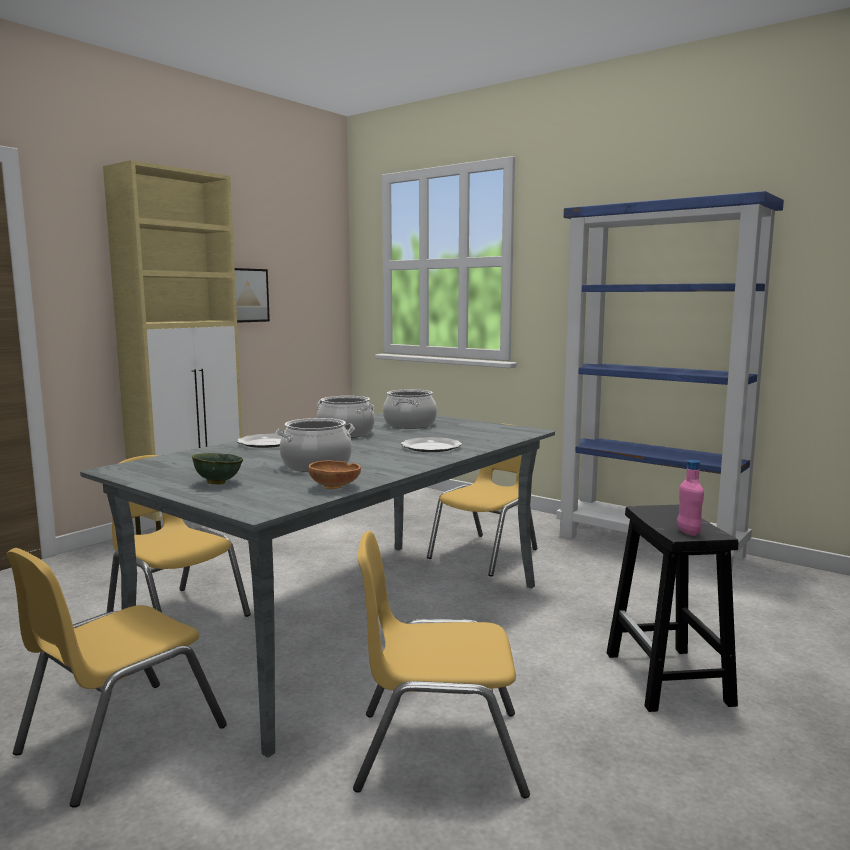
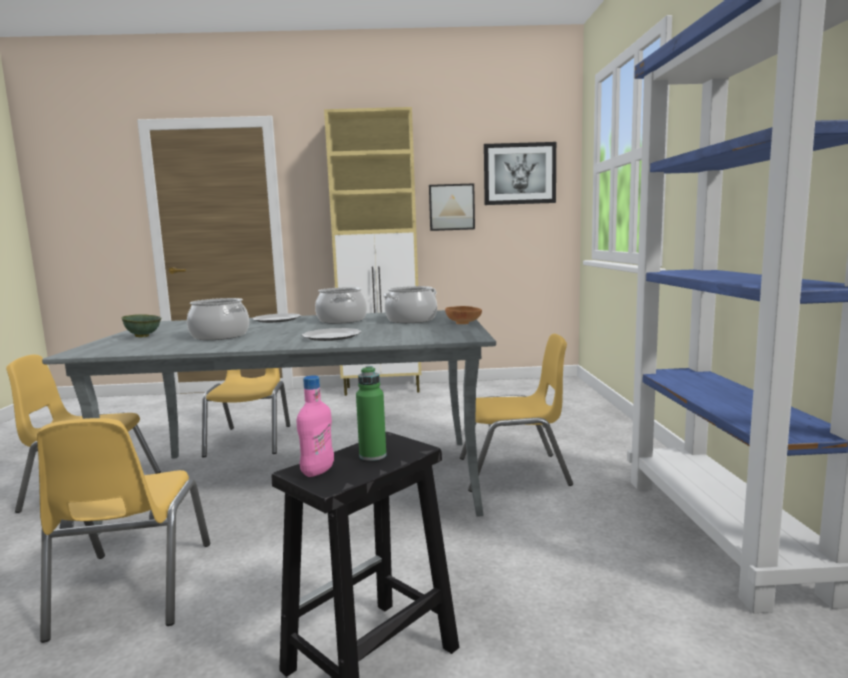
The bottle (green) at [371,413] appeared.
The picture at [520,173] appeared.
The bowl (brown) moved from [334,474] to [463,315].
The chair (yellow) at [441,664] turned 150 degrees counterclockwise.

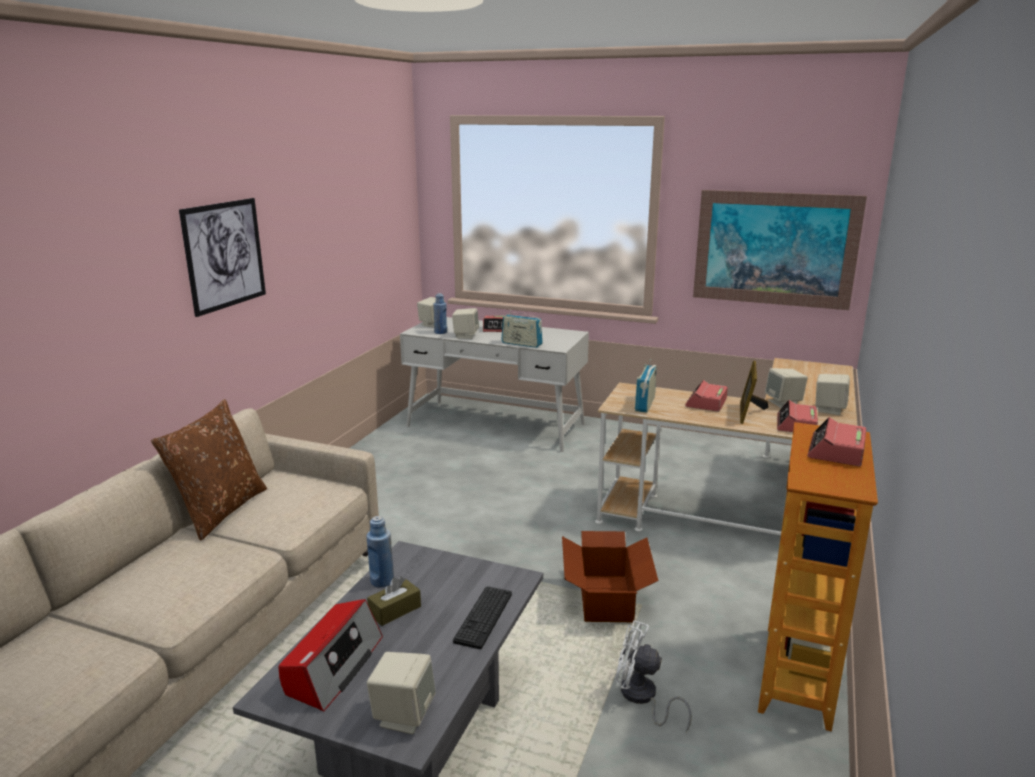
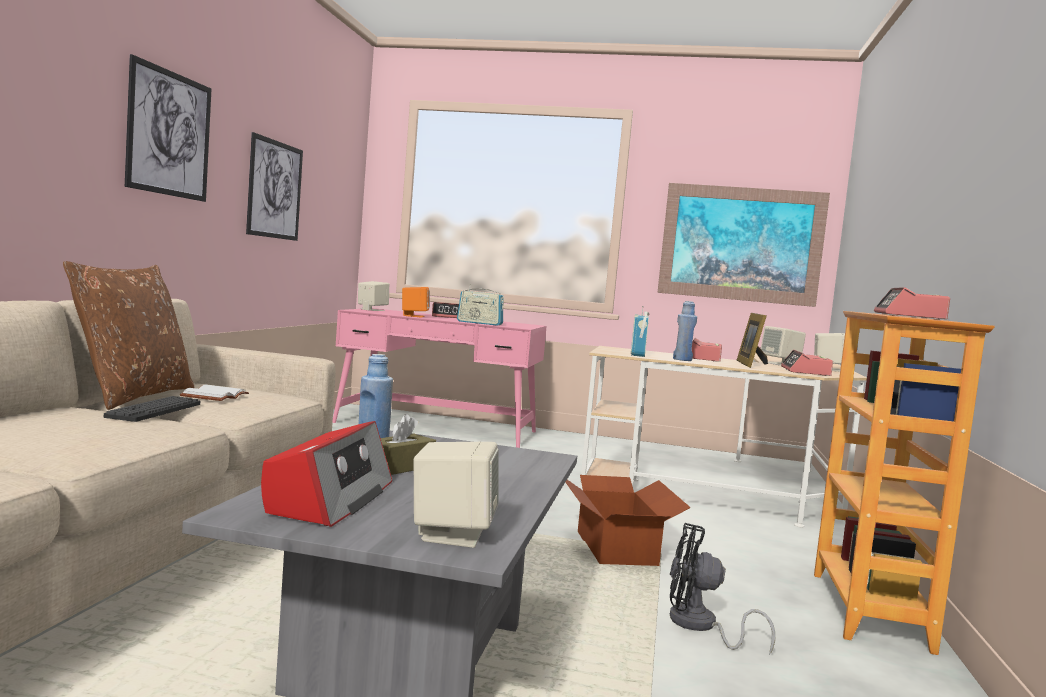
The book (white) at [214,393] appeared.
The picture at [274,186] appeared.
The bottle (blue) moved from [440,313] to [685,331].
The keyboard moved from [482,617] to [152,409].
The desk (white) at [494,384] became the desk (pink) at [439,378].
The speaker (beige) at [465,323] became the speaker (orange) at [415,302].
The fan (white) at [653,676] became the fan (black) at [722,589].

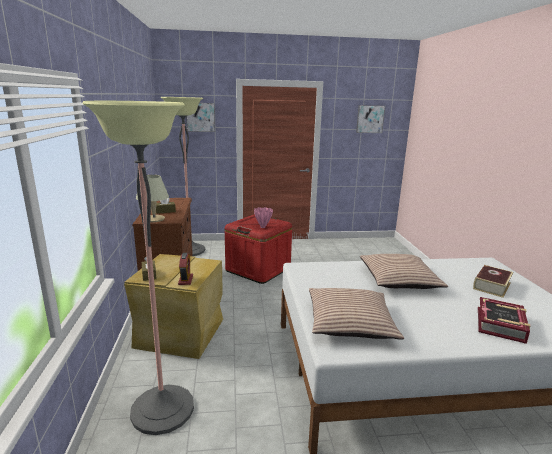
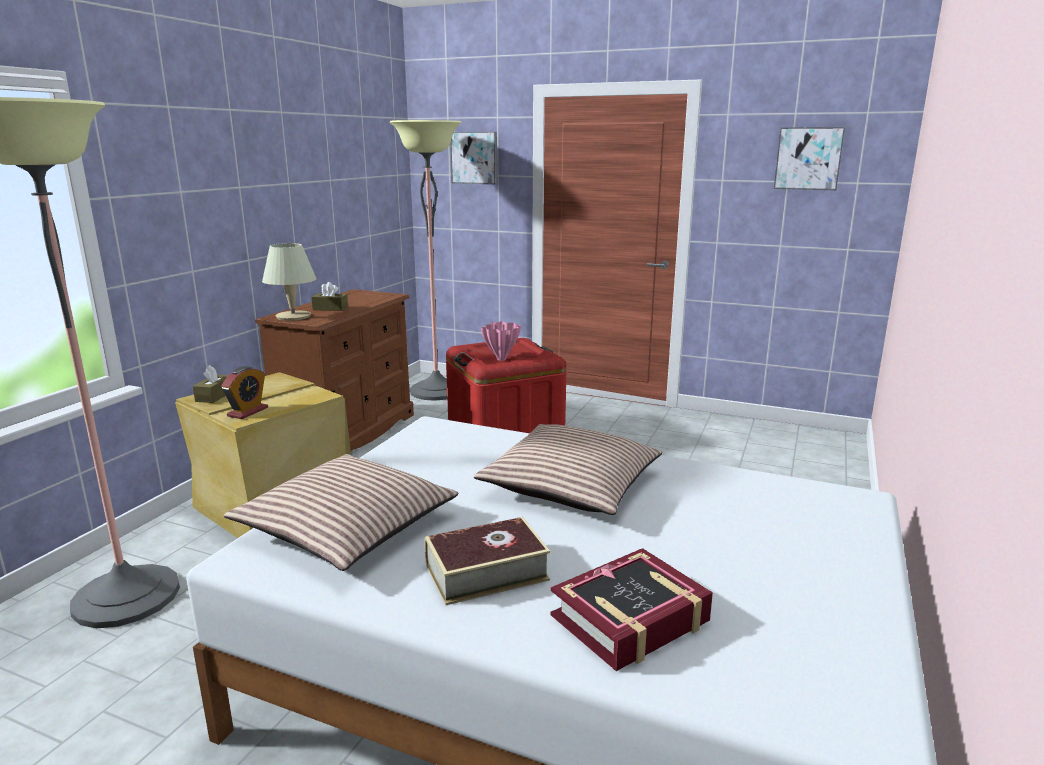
The book moved from [493,281] to [487,561].

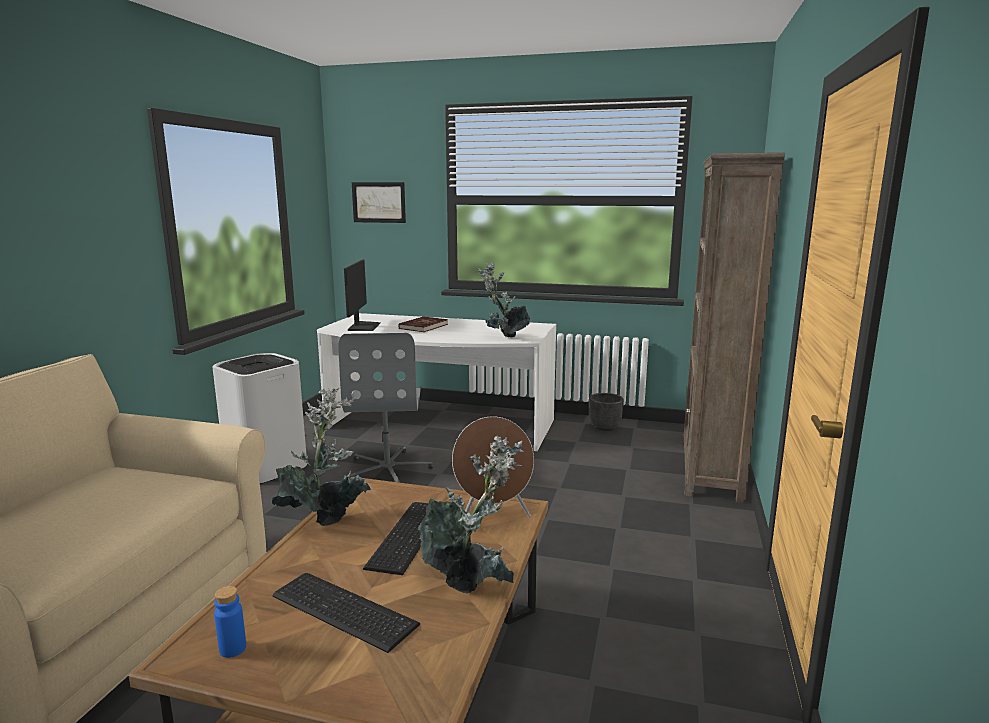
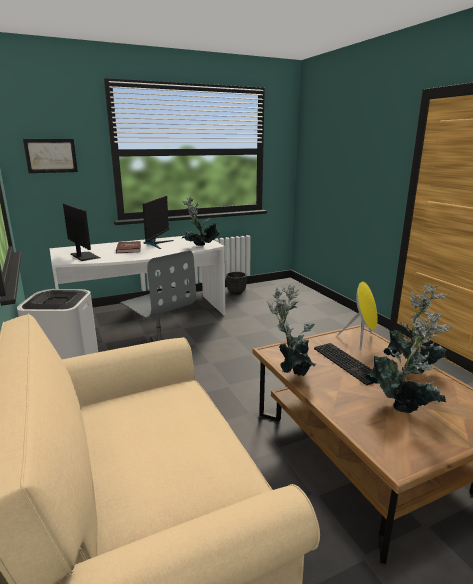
The bottle (blue) at [230,622] disappeared.
The bookcase (brown) at [734,327] disappeared.
The monitor at [158,222] appeared.
The keyboard at [346,613] was replaced by the potted plant at [409,362].
The speaker (brown) at [493,467] became the speaker (yellow) at [357,316].

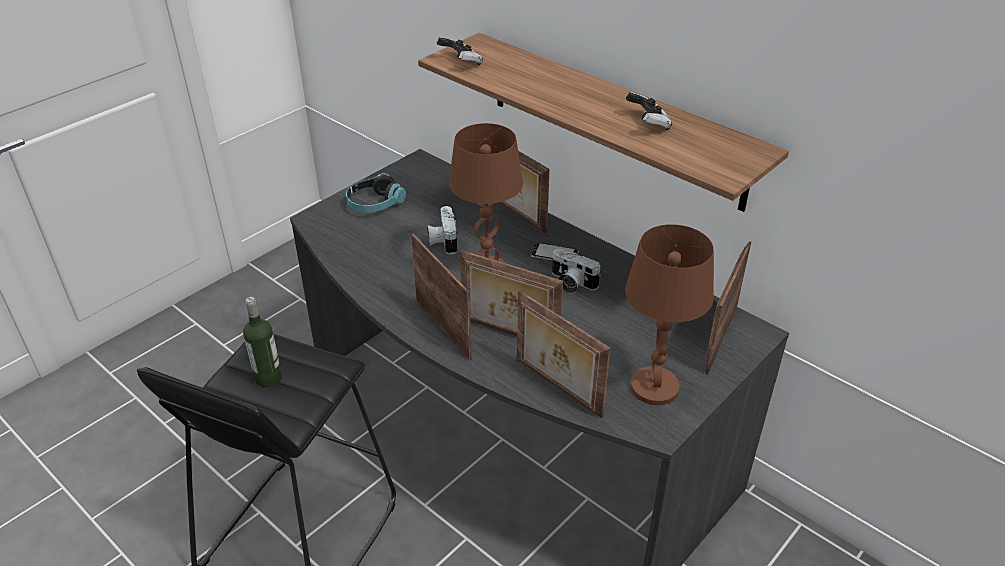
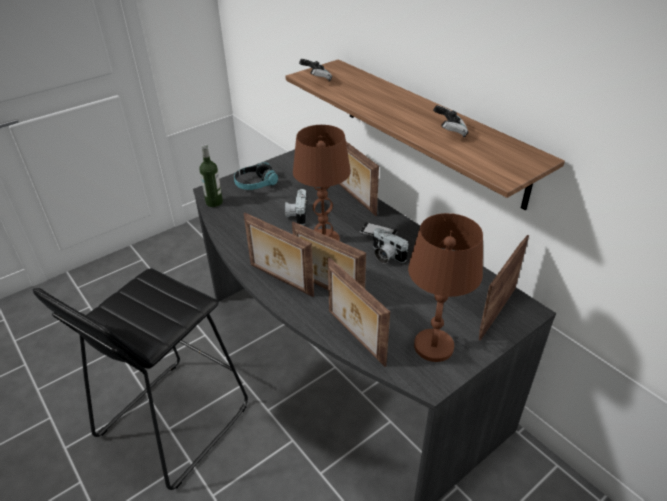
The bottle moved from [262,342] to [211,175].
The picture frame at [441,297] turned 150 degrees clockwise.

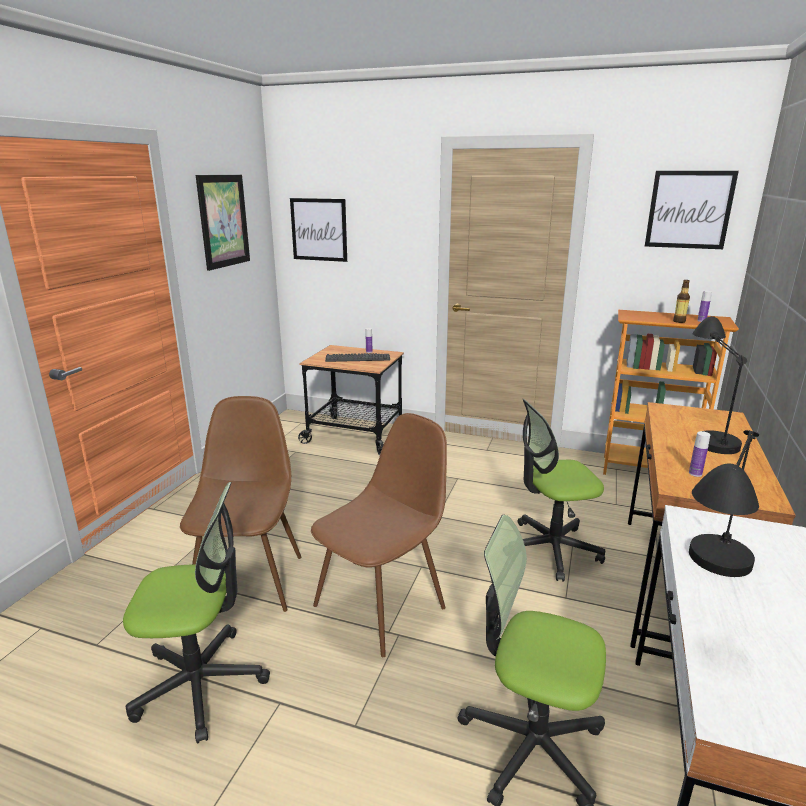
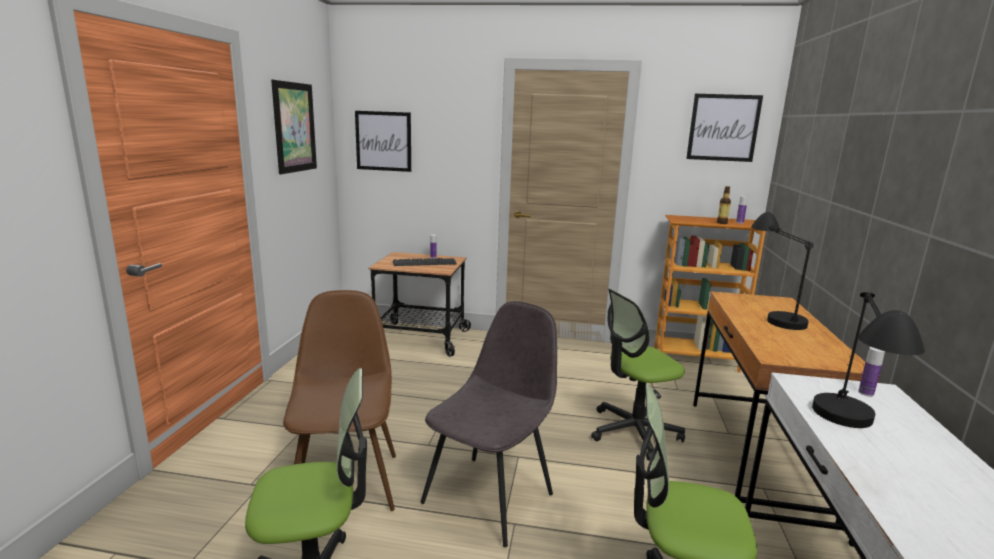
The bottle moved from [699,454] to [871,372].
The chair (brown) at [379,535] became the chair (grey) at [489,424].

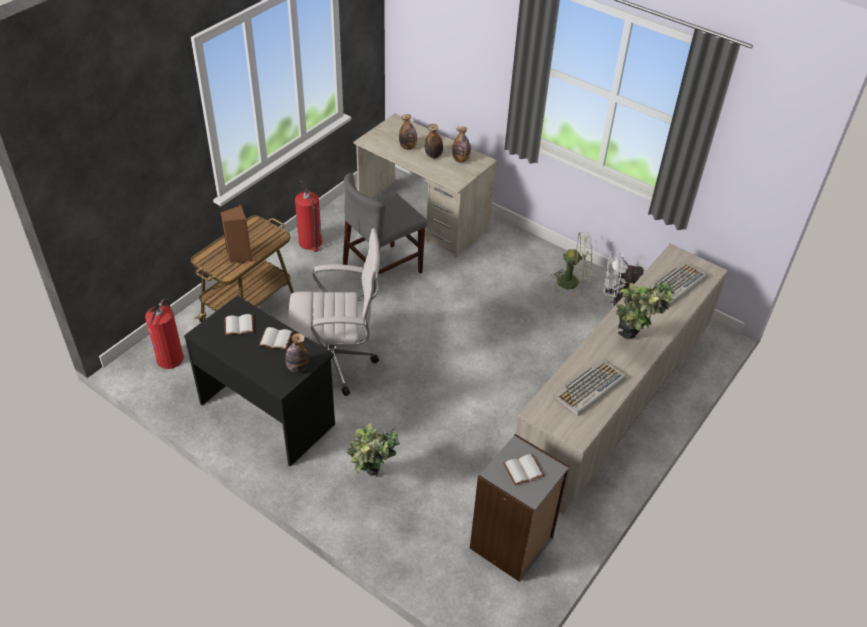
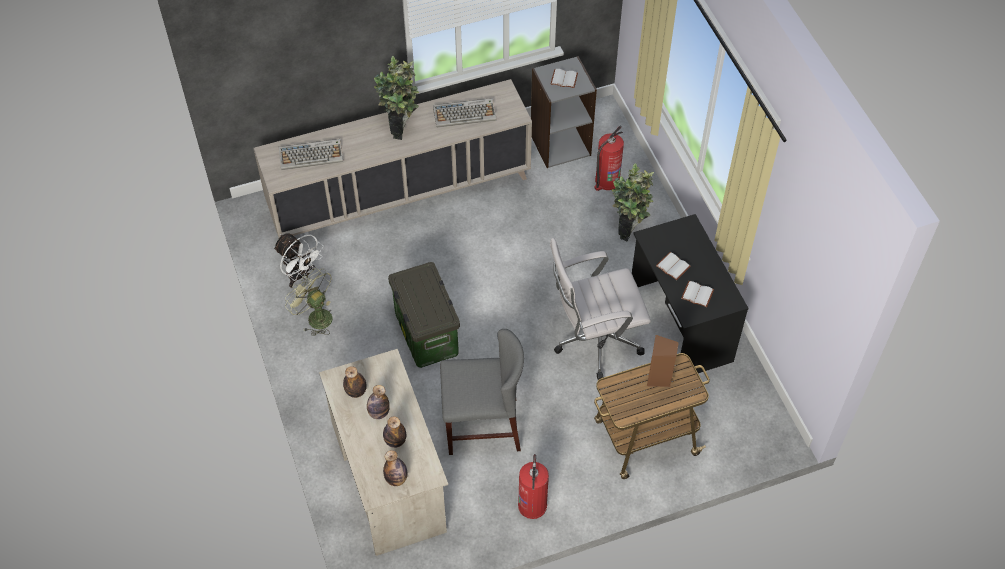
The storage box at [424,315] appeared.
The fire extinguisher moved from [164,334] to [609,158].
The bottle moved from [297,353] to [395,468].
The office chair (white) at [334,312] turned 45 degrees counterclockwise.

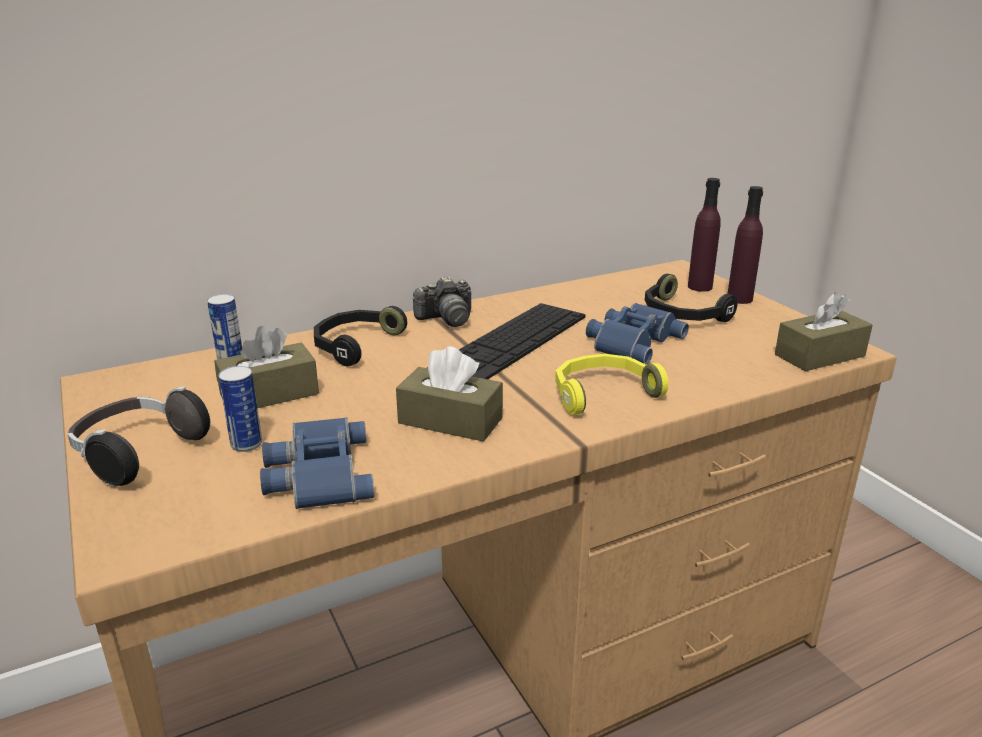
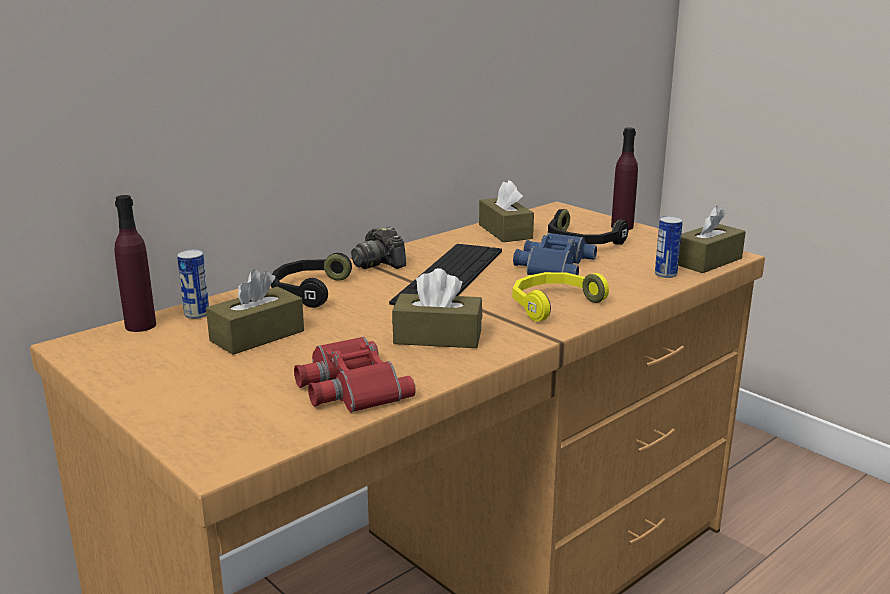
The headphones at [138,436] disappeared.
The tissue box (brown) at [506,211] appeared.
The can moved from [240,409] to [669,247].
The bottle (purple) moved from [704,235] to [135,263].
The binoculars (blue) at [317,463] became the binoculars (red) at [355,375].
The photo camera at [441,301] turned 90 degrees clockwise.

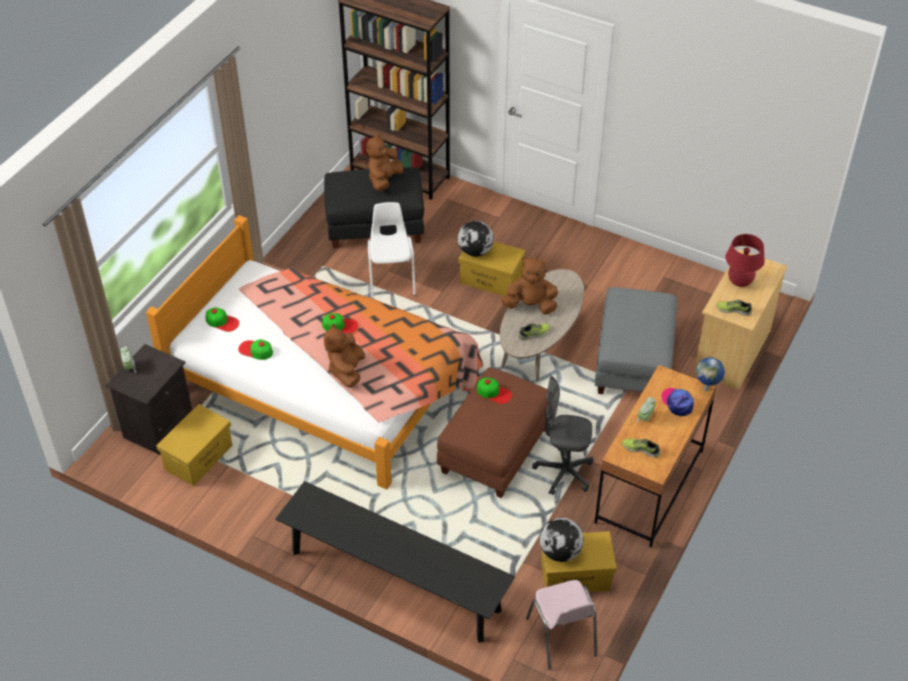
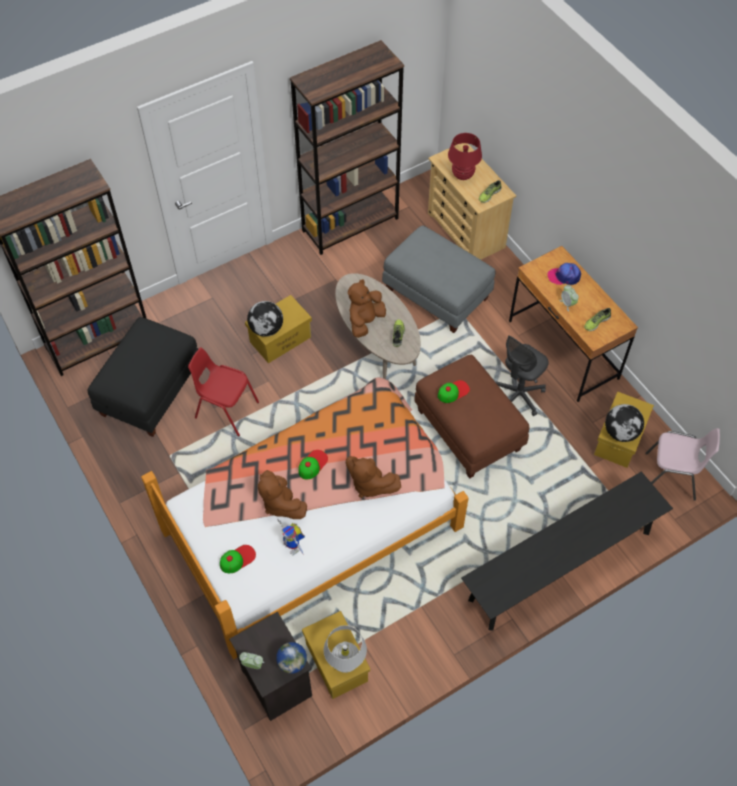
The bookcase (brown) at [347,147] appeared.
The table lamp (white) at [345,649] appeared.
The plush toy (brown) moved from [384,162] to [282,494].
The globe moved from [710,374] to [291,658].
The cap at [255,349] was replaced by the toy robot at [291,536].
The chair (white) at [392,250] became the chair (red) at [223,392].

